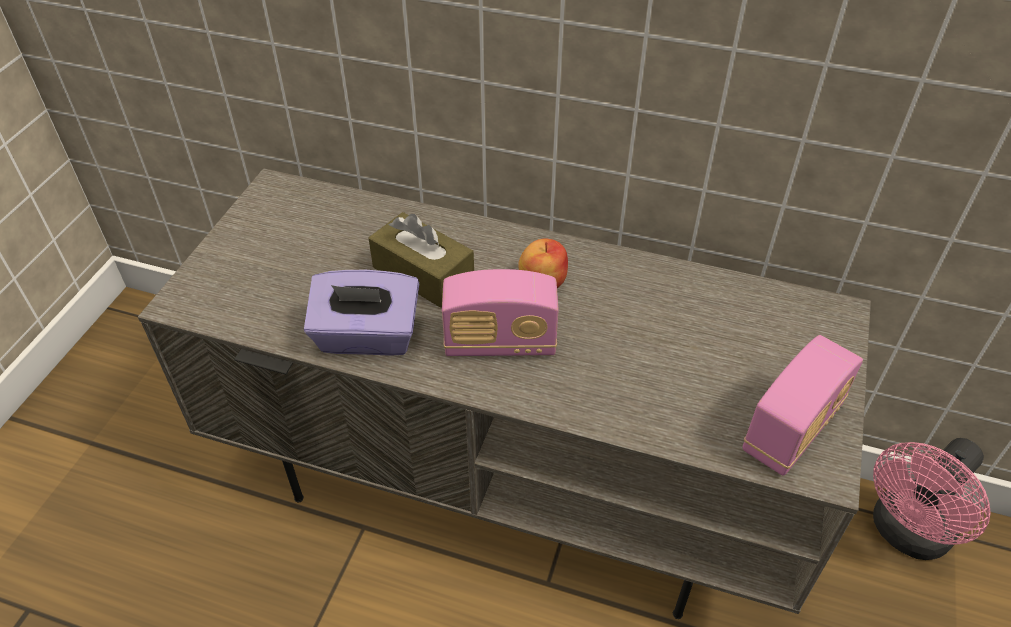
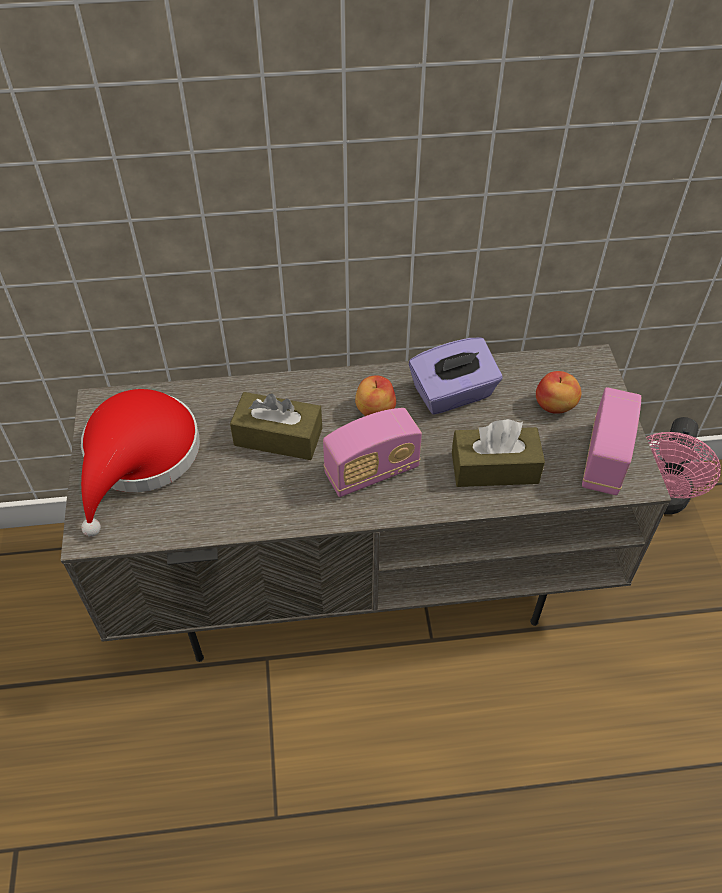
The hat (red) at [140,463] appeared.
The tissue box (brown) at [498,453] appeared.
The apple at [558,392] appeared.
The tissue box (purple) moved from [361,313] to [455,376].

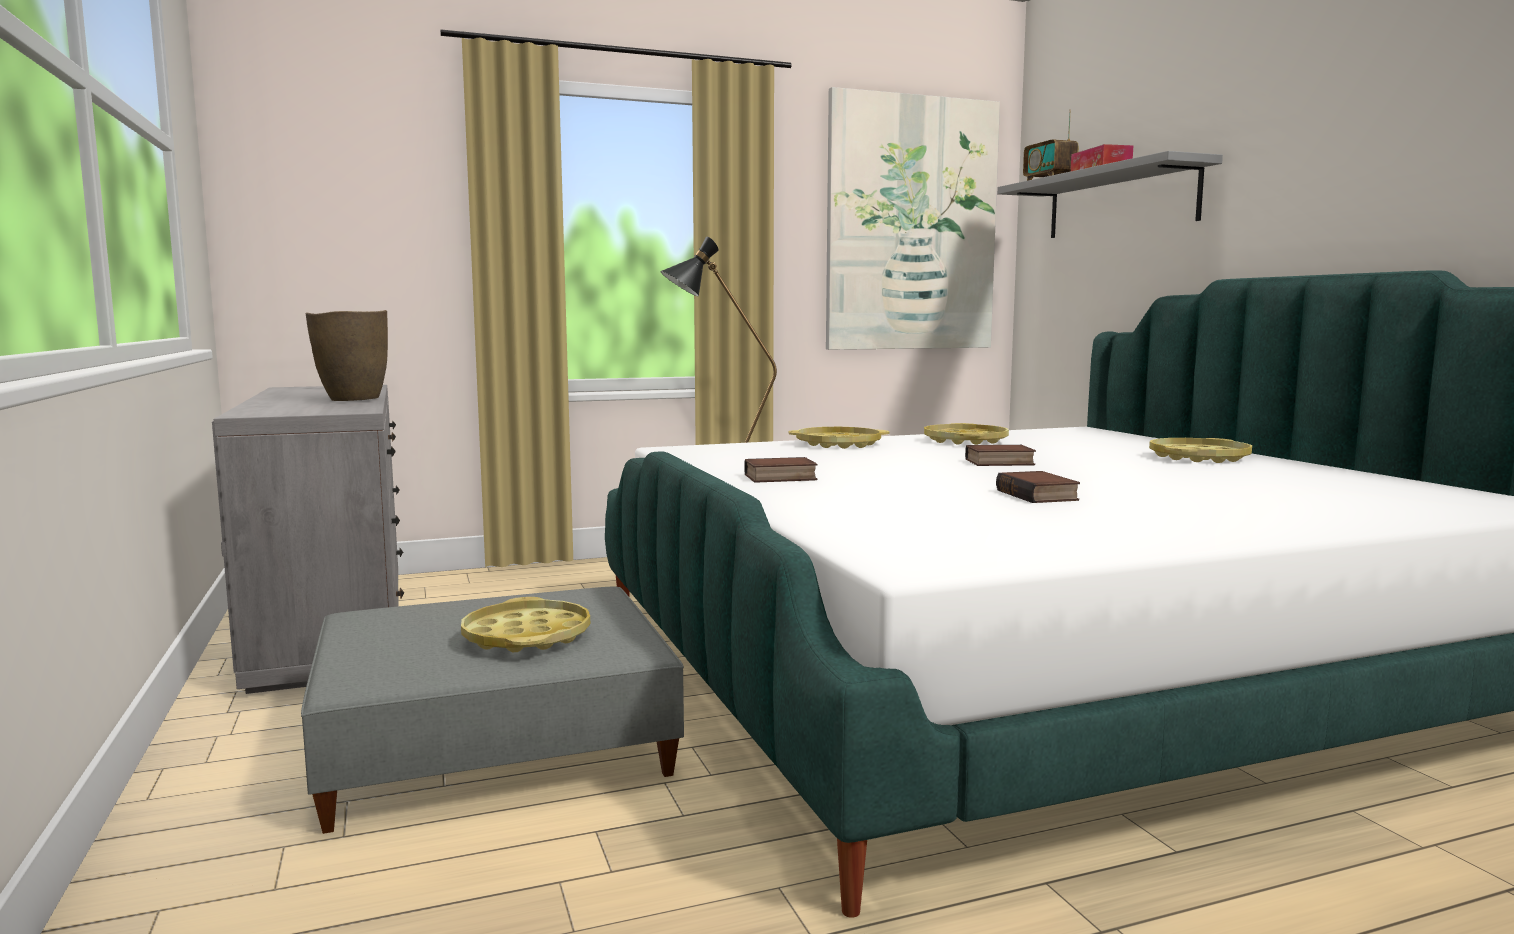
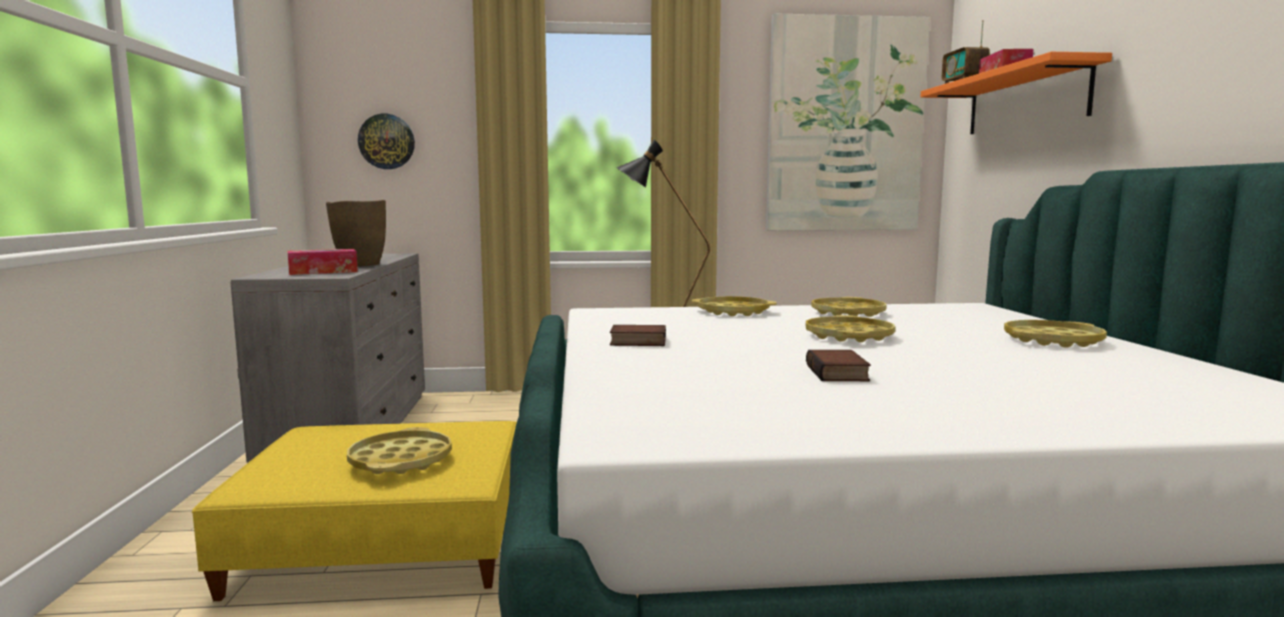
The tissue box at [323,262] appeared.
The wall clock at [386,141] appeared.
The book at [1000,455] was replaced by the tray (yellow) at [851,328].
The ottoman (grey) at [492,710] became the ottoman (yellow) at [354,511].
The shelf (grey) at [1110,194] became the shelf (orange) at [1016,93].

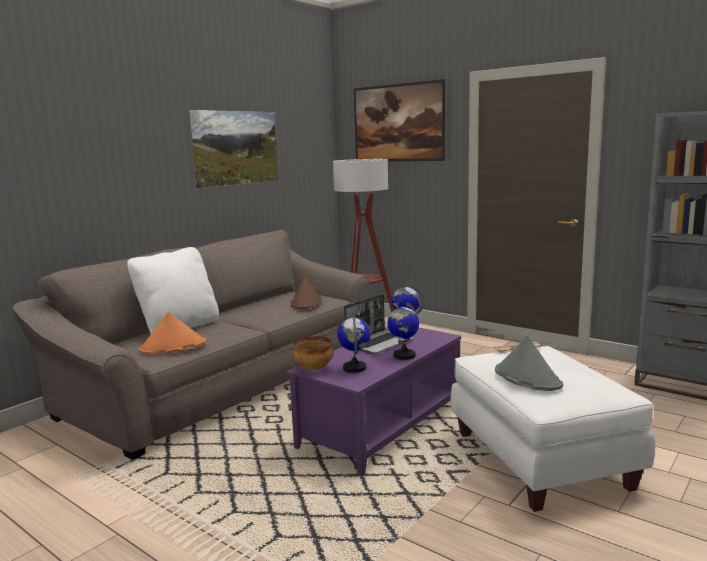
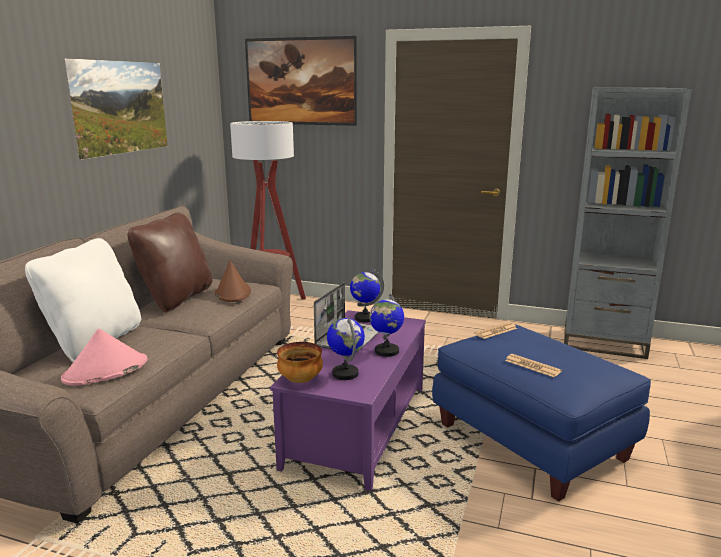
The pillow (brown) at [169,263] appeared.
The hat (grey) at [529,363] was replaced by the newspaper at [533,365].
The hat (orange) at [173,333] became the hat (pink) at [104,357].
The ottoman (white) at [553,429] became the ottoman (blue) at [541,413].

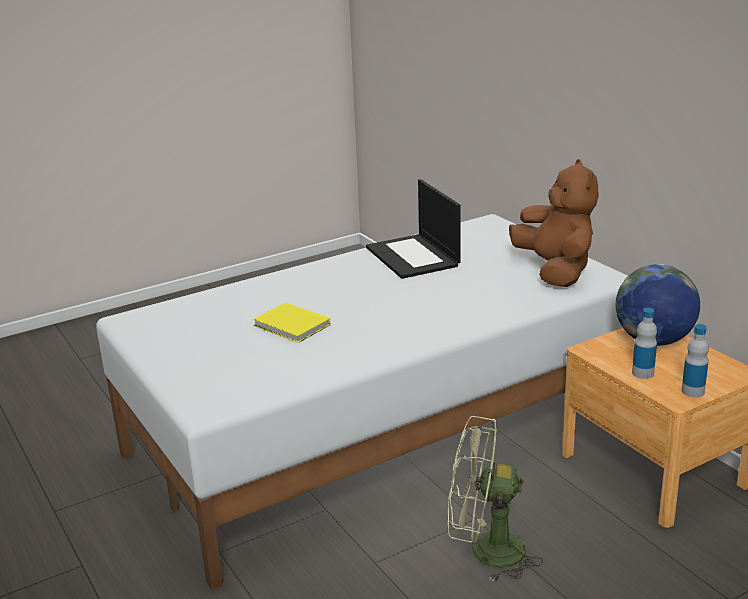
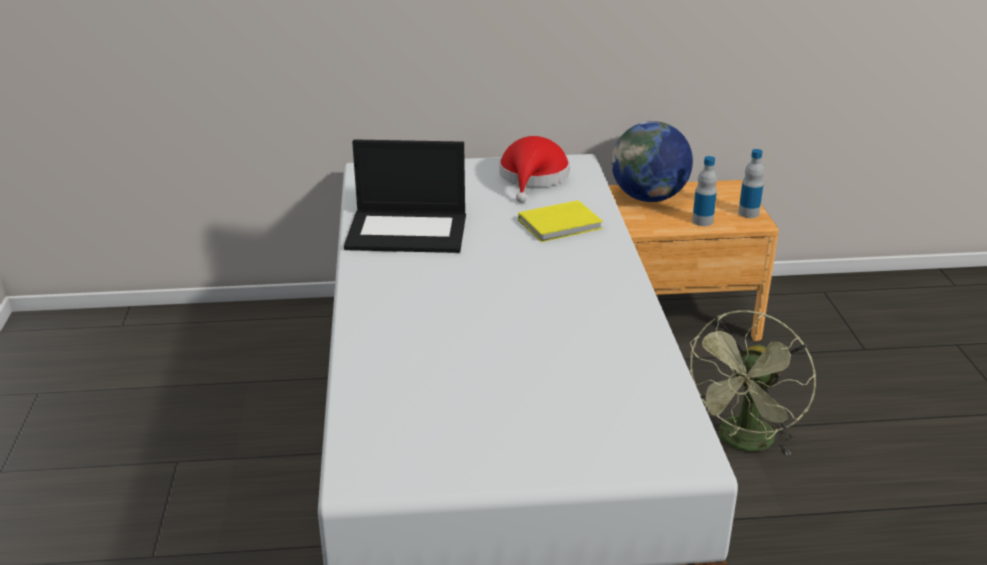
The book (yellow) moved from [292,322] to [560,221].
The plush toy (brown) at [553,223] was replaced by the hat (red) at [534,169].

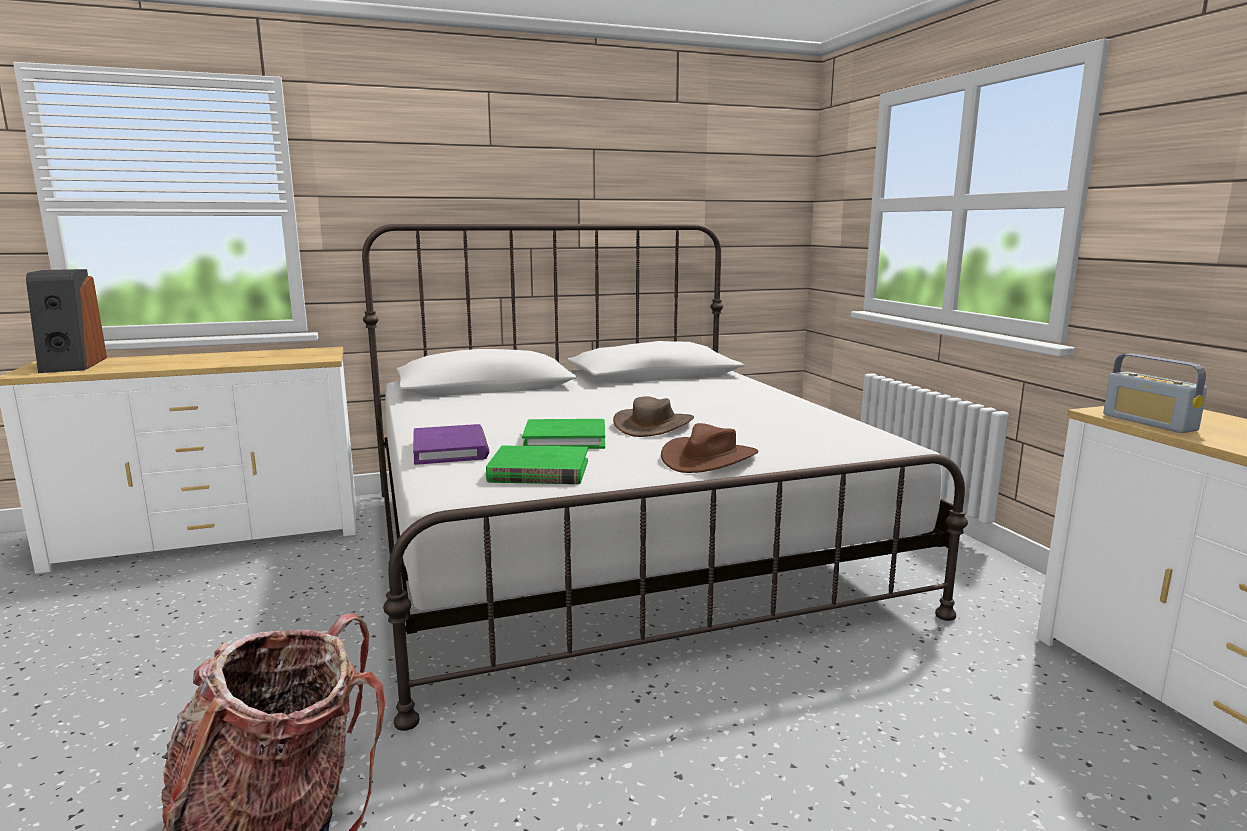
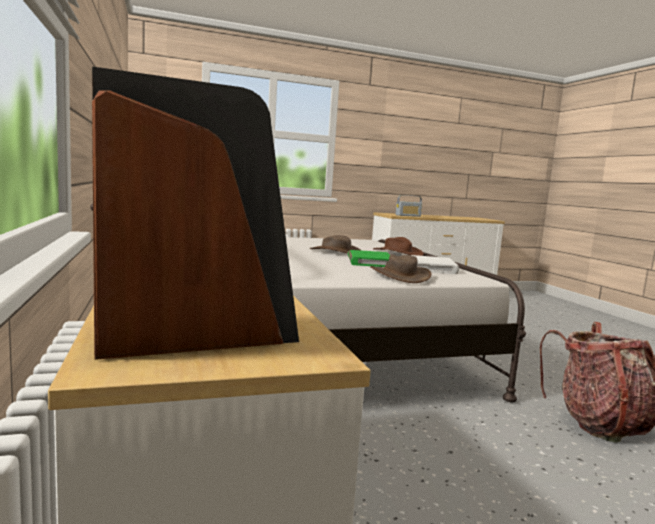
The book (purple) at [451,444] was replaced by the hat (brown) at [401,269].
The book (green) at [537,465] became the book (white) at [435,264].

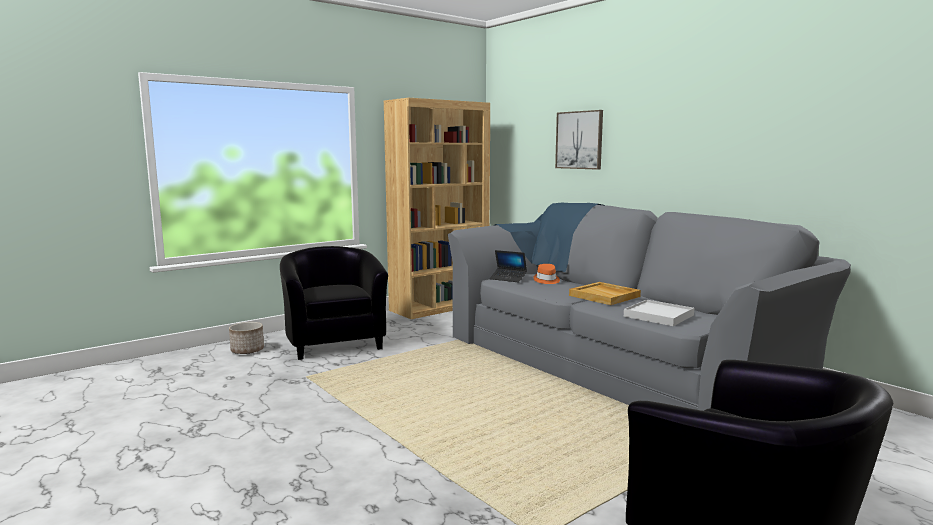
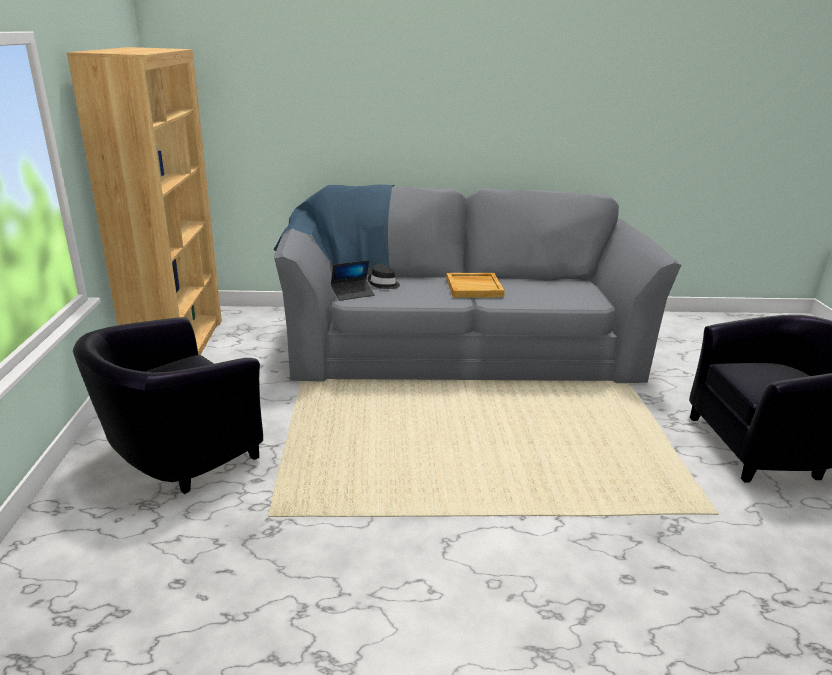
The planter at [246,338] disappeared.
The picture at [579,140] disappeared.
The tray (white) at [659,313] disappeared.
The hat (orange) at [546,274] became the hat (black) at [384,276].
The armchair (black) at [334,303] turned 60 degrees counterclockwise.

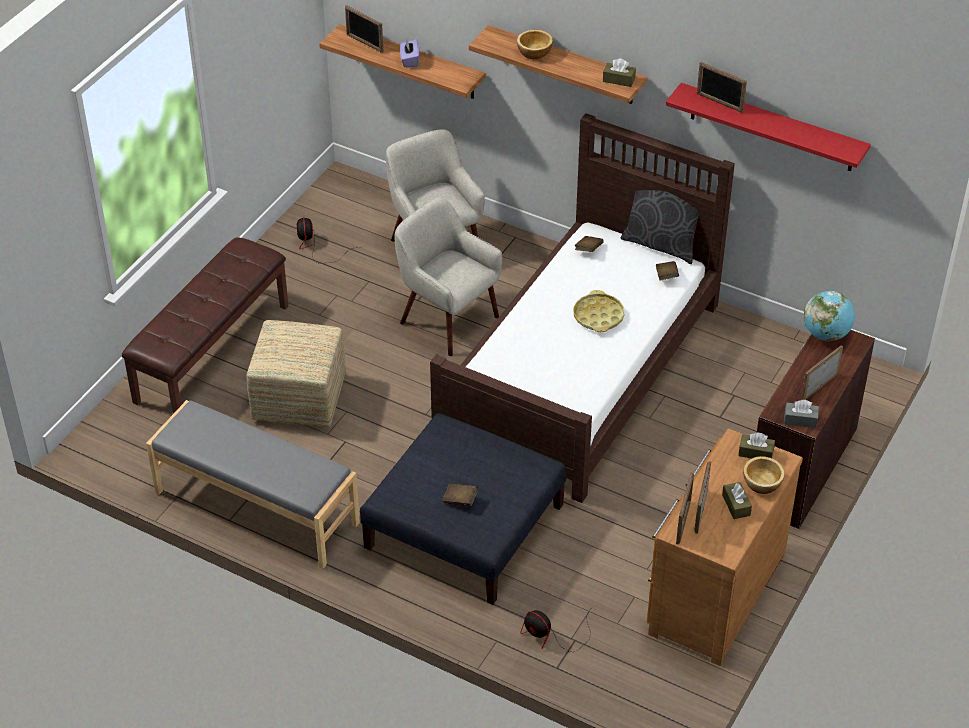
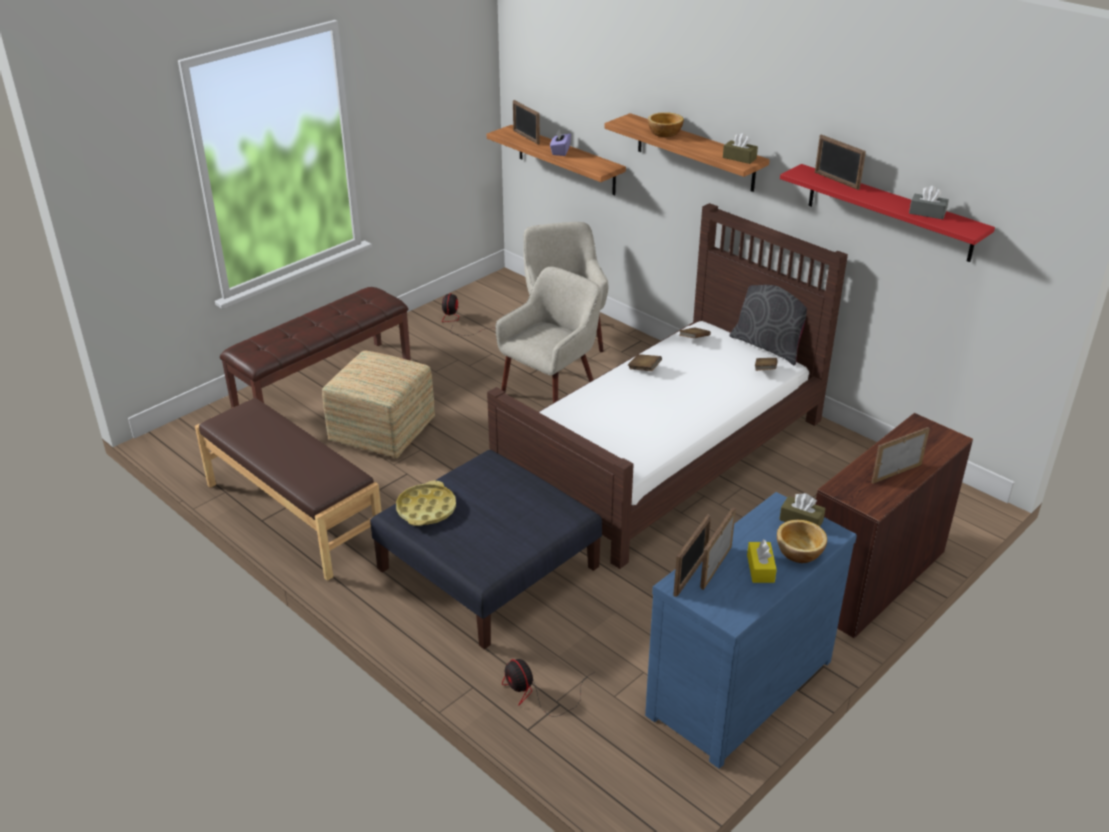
The globe at [829,316] disappeared.
The book (brown) moved from [460,495] to [645,362].
The tray (yellow) moved from [599,311] to [426,503].
The tissue box (grey) moved from [801,414] to [929,202].
The bench (grey) at [253,484] became the bench (brown) at [288,489].
The dresser (brown) at [725,547] became the dresser (blue) at [751,630].
The tissue box (brown) at [737,500] became the tissue box (yellow) at [762,561].
The armchair (beige) at [449,276] turned 75 degrees clockwise.

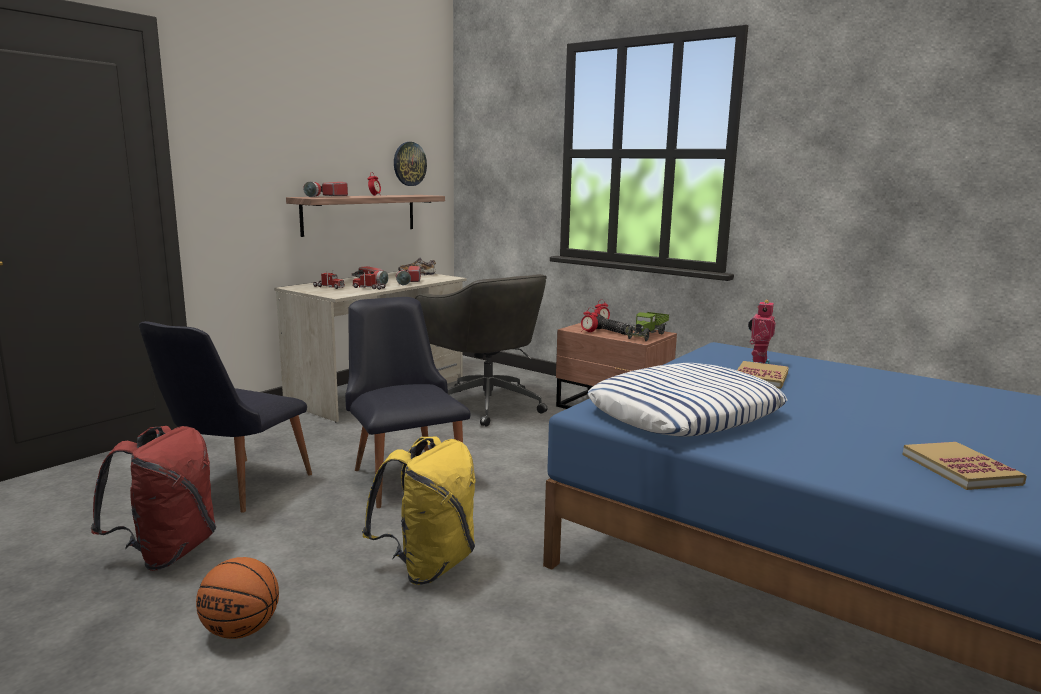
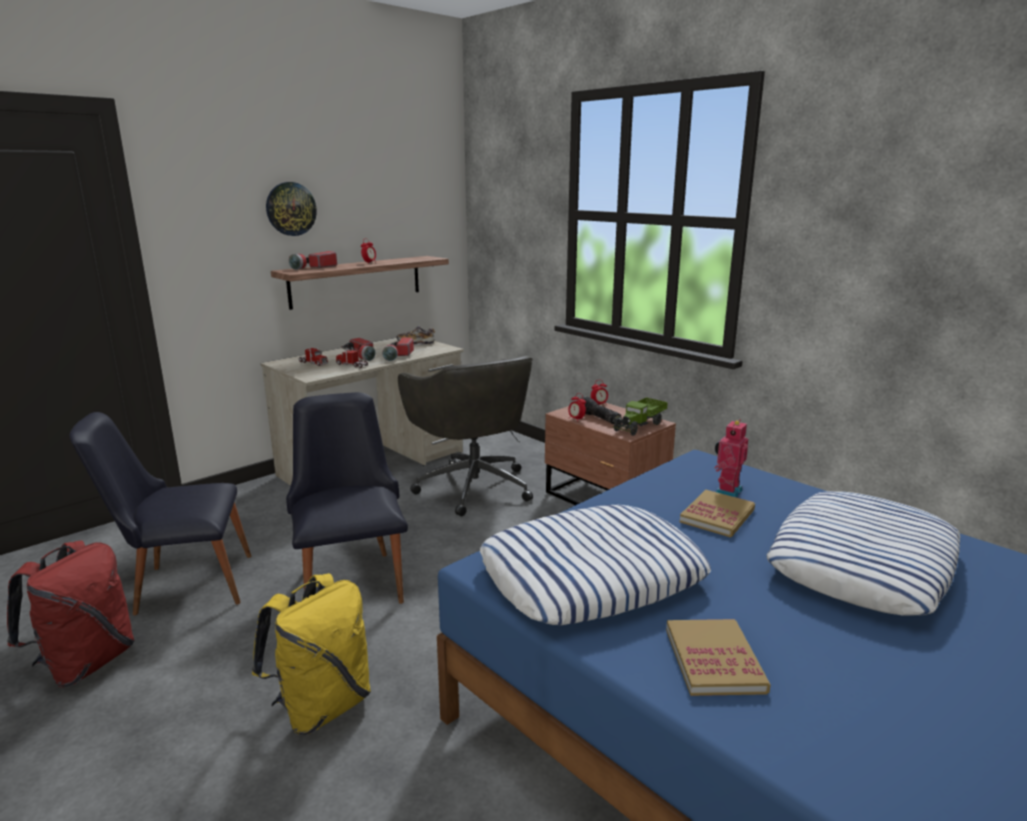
The basketball at [237,598] disappeared.
The pillow at [863,553] appeared.
The wall clock moved from [410,164] to [291,209].
The book moved from [964,466] to [718,657].
The chair (black) at [225,417] turned 45 degrees clockwise.

